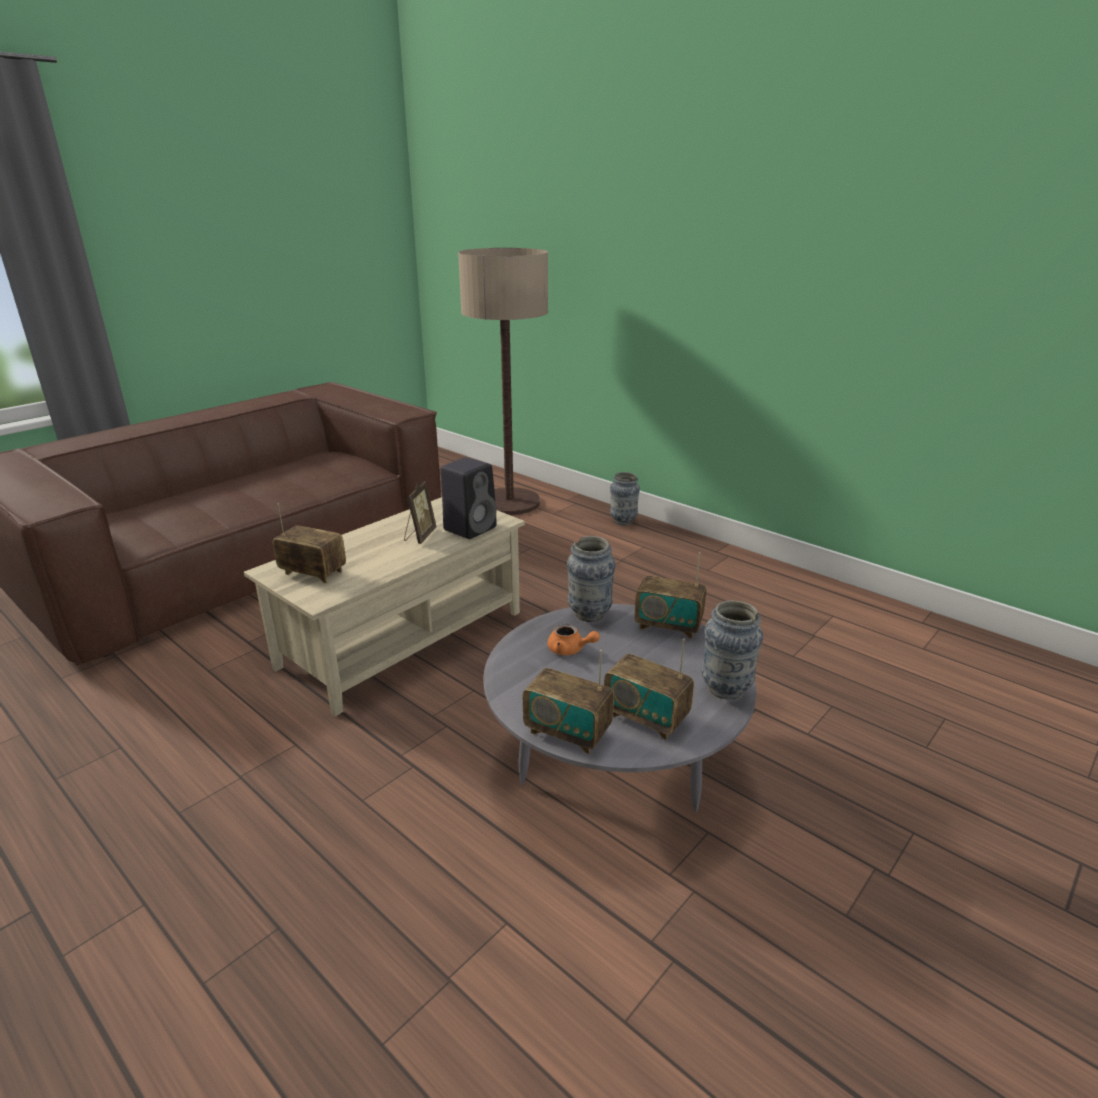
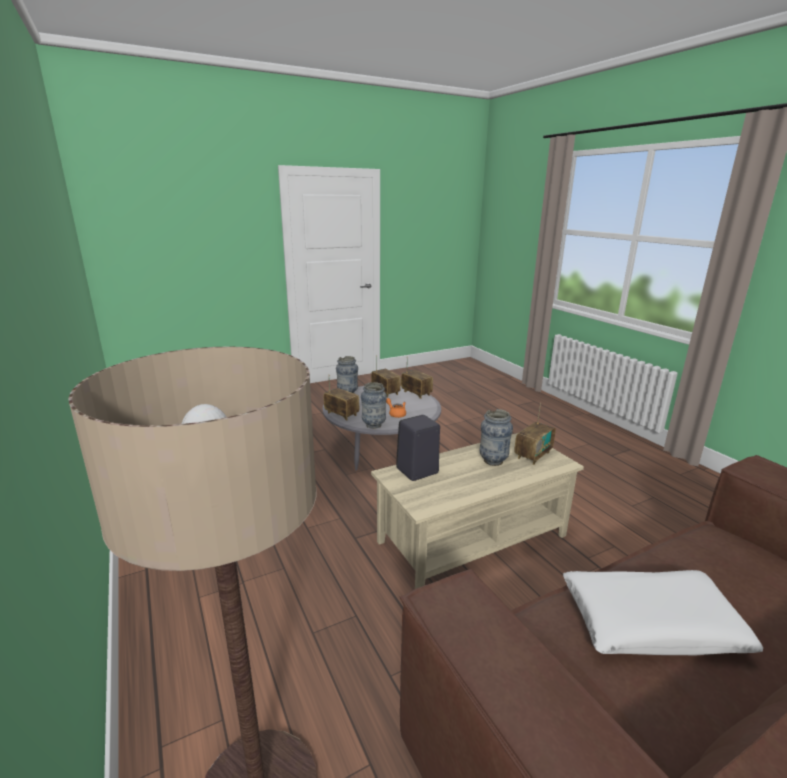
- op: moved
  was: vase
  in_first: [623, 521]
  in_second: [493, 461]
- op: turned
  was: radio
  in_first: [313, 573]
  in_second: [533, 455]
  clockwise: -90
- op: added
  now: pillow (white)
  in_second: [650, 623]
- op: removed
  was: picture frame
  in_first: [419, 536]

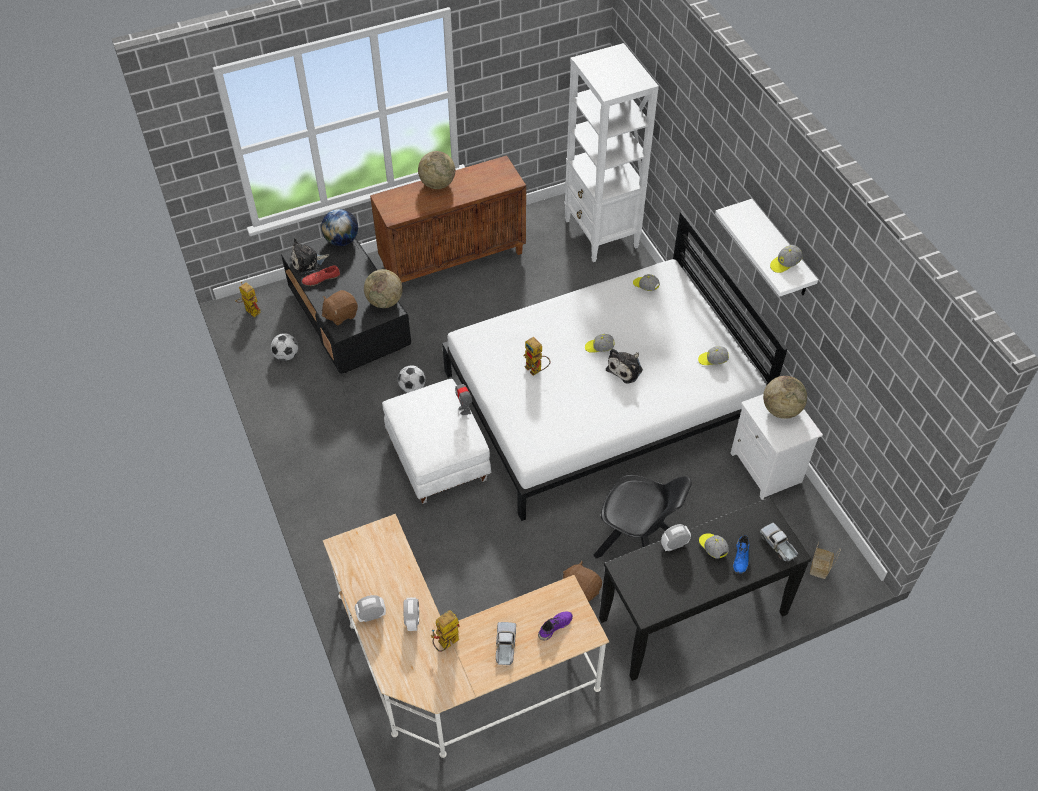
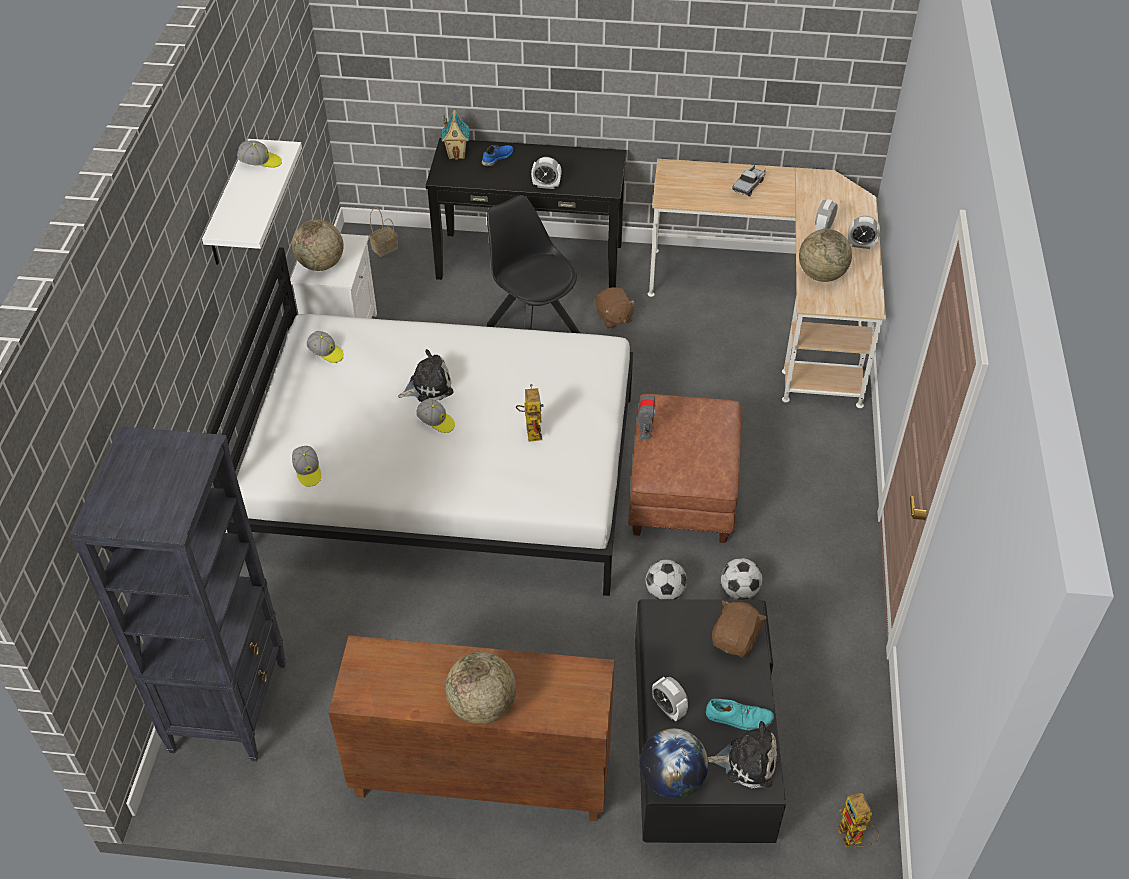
- op: recoloured
  was: bookcase (white)
  now: bookcase (black)
  in_first: [601, 234]
  in_second: [230, 705]
- op: replaced
  was: toy truck
  now: toy house
  in_first: [778, 545]
  in_second: [457, 154]
- op: recoloured
  was: ottoman (white)
  now: ottoman (brown)
  in_first: [439, 458]
  in_second: [681, 492]
- op: added
  now: alarm clock
  in_second: [668, 708]
- op: recoloured
  was: shoe (red)
  now: shoe (turquoise)
  in_first: [321, 279]
  in_second: [739, 718]
- op: turned
  was: plush toy (brown)
  in_first: [340, 314]
  in_second: [736, 640]
  clockwise: -60
- op: moved
  was: football
  in_first: [286, 355]
  in_second: [739, 591]
- op: moved
  was: globe
  in_first: [385, 301]
  in_second: [821, 275]
- op: removed
  was: toy robot
  in_first: [446, 644]
- op: removed
  was: shoe (purple)
  in_first: [554, 626]
- op: removed
  was: cap
  in_first: [712, 548]

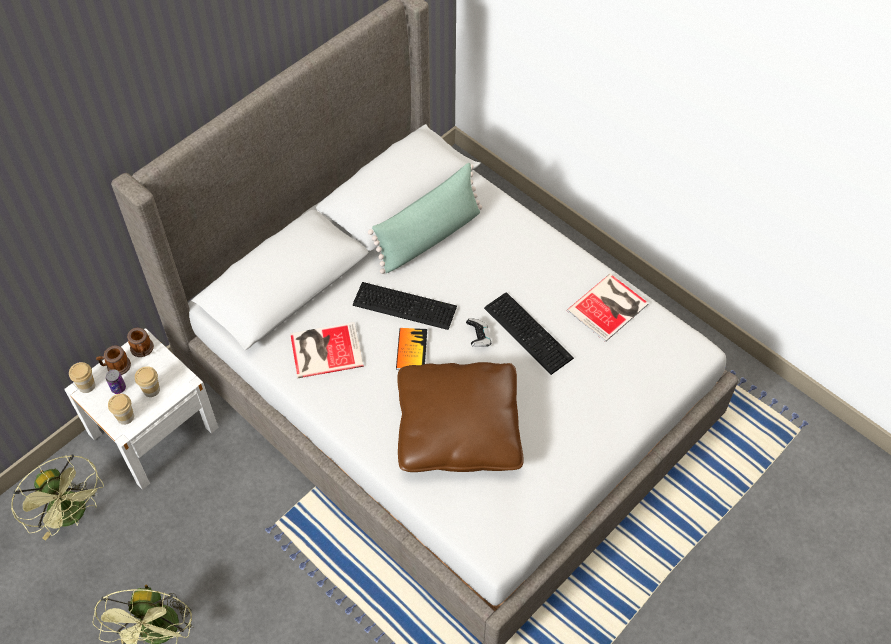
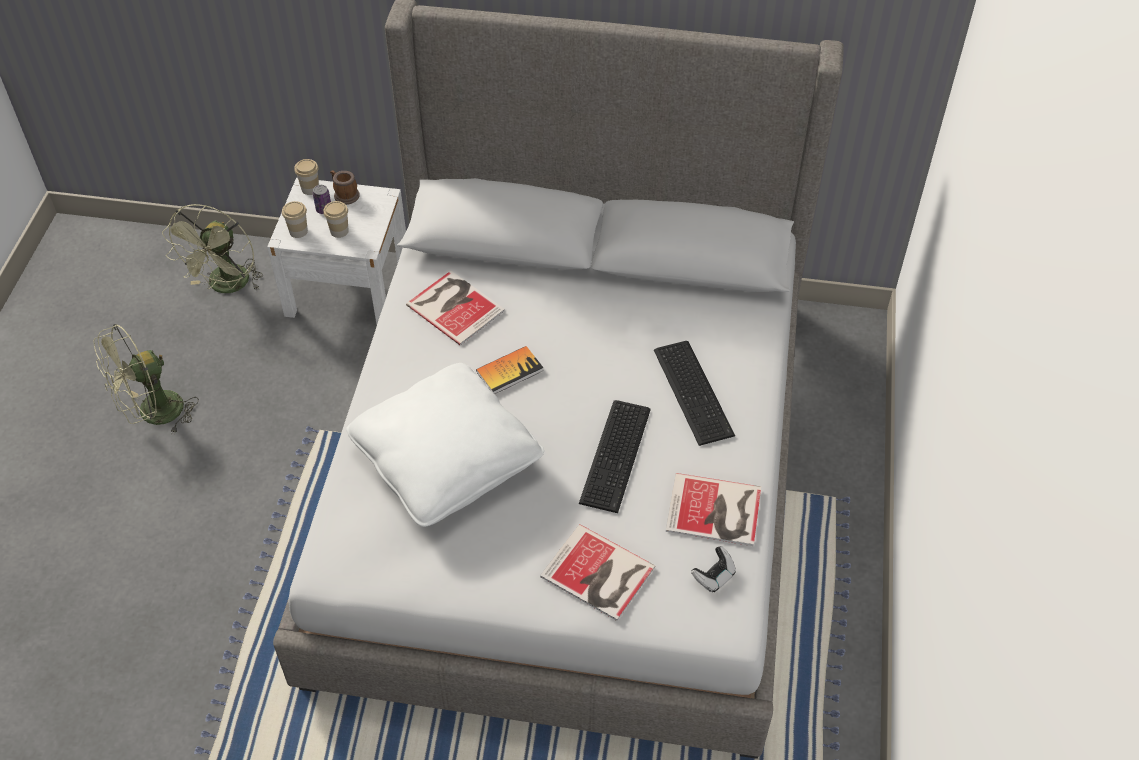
- op: recoloured
  was: pillow (brown)
  now: pillow (white)
  in_first: [458, 428]
  in_second: [446, 459]
- op: added
  now: book
  in_second: [599, 575]
- op: moved
  was: keyboard
  in_first: [404, 304]
  in_second: [694, 390]
- op: moved
  was: game controller
  in_first: [478, 338]
  in_second: [714, 576]
- op: removed
  was: mug
  in_first: [143, 350]
- op: removed
  was: pillow (green)
  in_first: [429, 237]

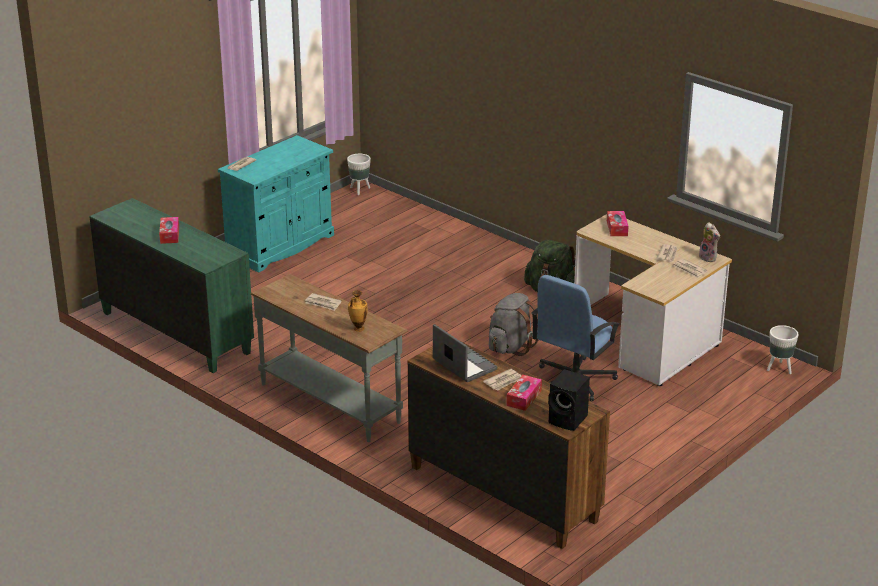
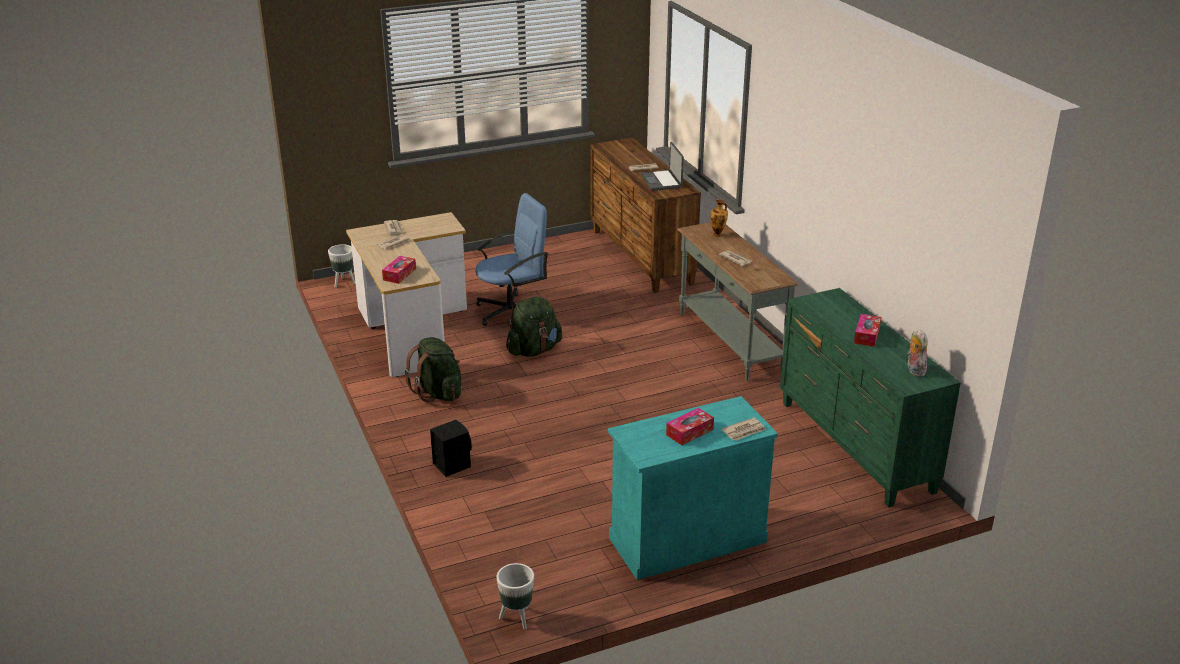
- op: moved
  was: speaker (black)
  in_first: [569, 420]
  in_second: [451, 465]
- op: recoloured
  was: backpack (grey)
  now: backpack (green)
  in_first: [511, 346]
  in_second: [534, 350]
- op: moved
  was: tissue box
  in_first: [524, 398]
  in_second: [689, 432]
- op: moved
  was: plush toy
  in_first: [709, 258]
  in_second: [914, 370]

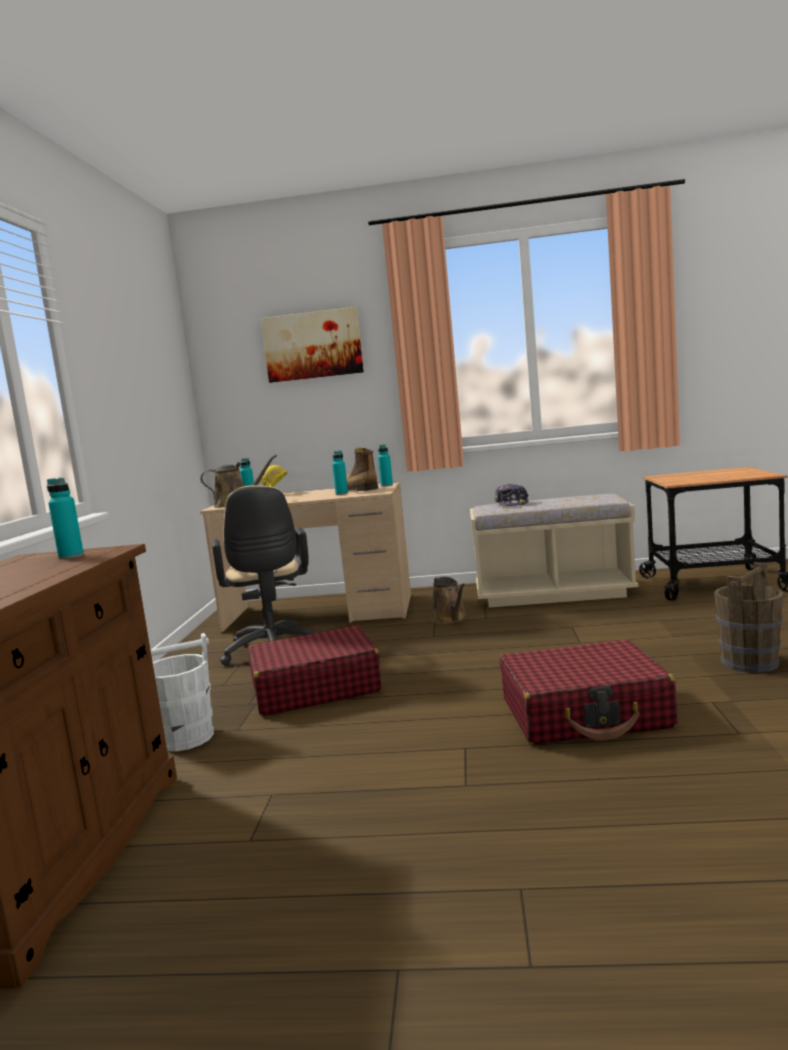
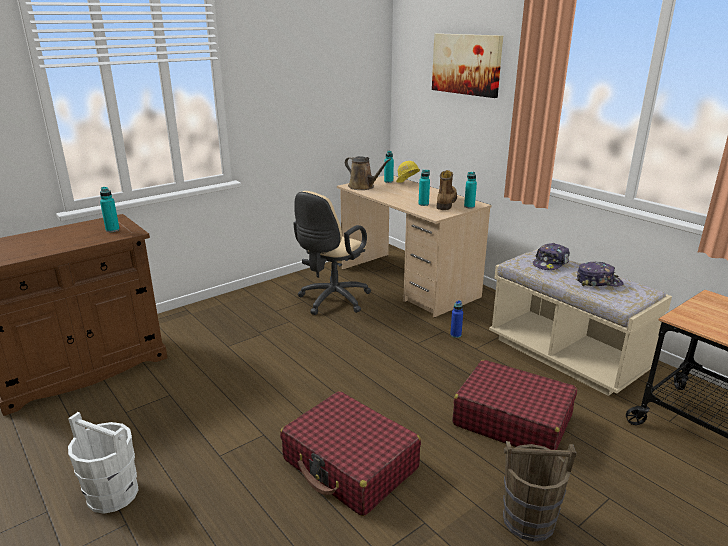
- op: moved
  was: bucket (white)
  in_first: [186, 738]
  in_second: [113, 494]
- op: replaced
  was: watering can (brown)
  now: bottle (blue)
  in_first: [450, 619]
  in_second: [455, 335]
- op: moved
  was: suitcase (red)
  in_first: [314, 688]
  in_second: [512, 420]
- op: added
  now: cap
  in_second: [598, 282]

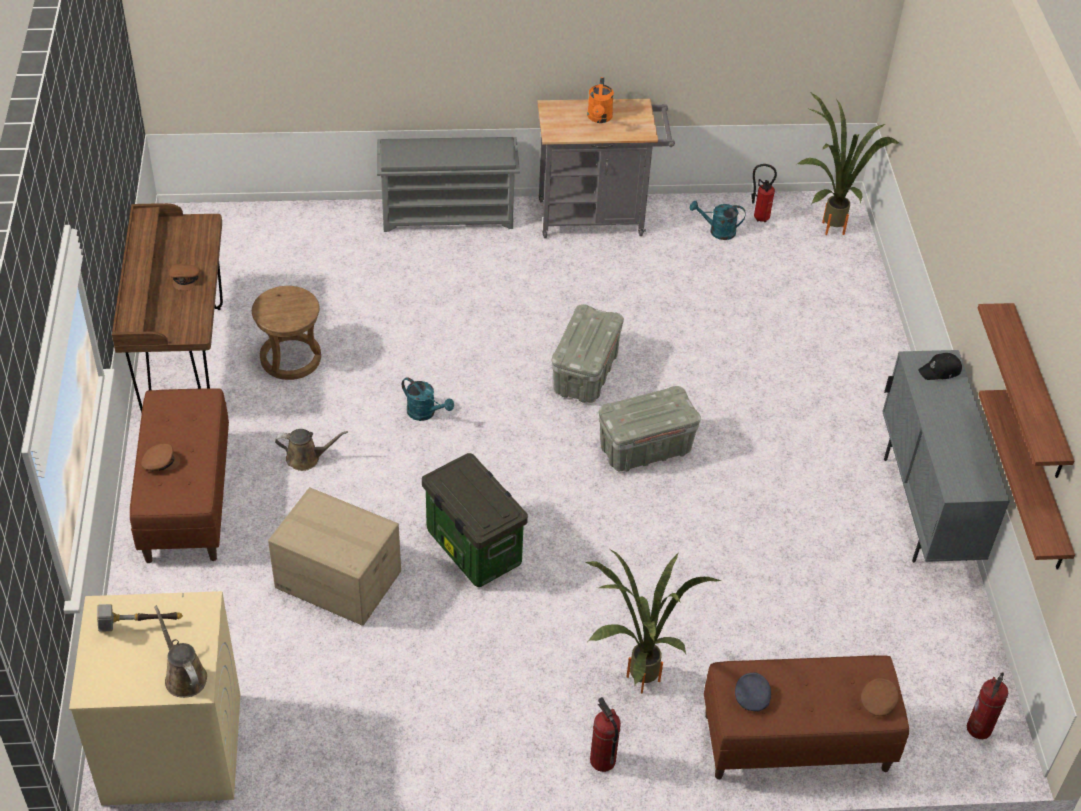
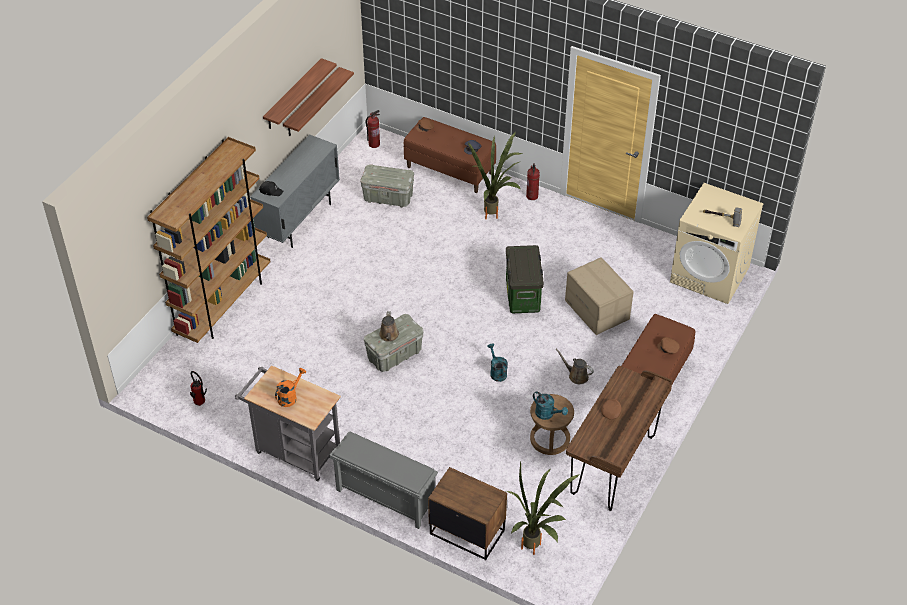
- op: added
  now: bookcase (brown)
  in_second: [223, 304]
- op: moved
  was: storage box (grey)
  in_first: [645, 449]
  in_second: [388, 197]
- op: moved
  was: watering can (brown)
  in_first: [184, 676]
  in_second: [389, 336]
- op: added
  now: nightstand (brown)
  in_second: [467, 531]
- op: moved
  was: potted plant
  in_first: [825, 227]
  in_second: [535, 550]
- op: moved
  was: watering can (turquoise)
  in_first: [717, 231]
  in_second: [547, 414]

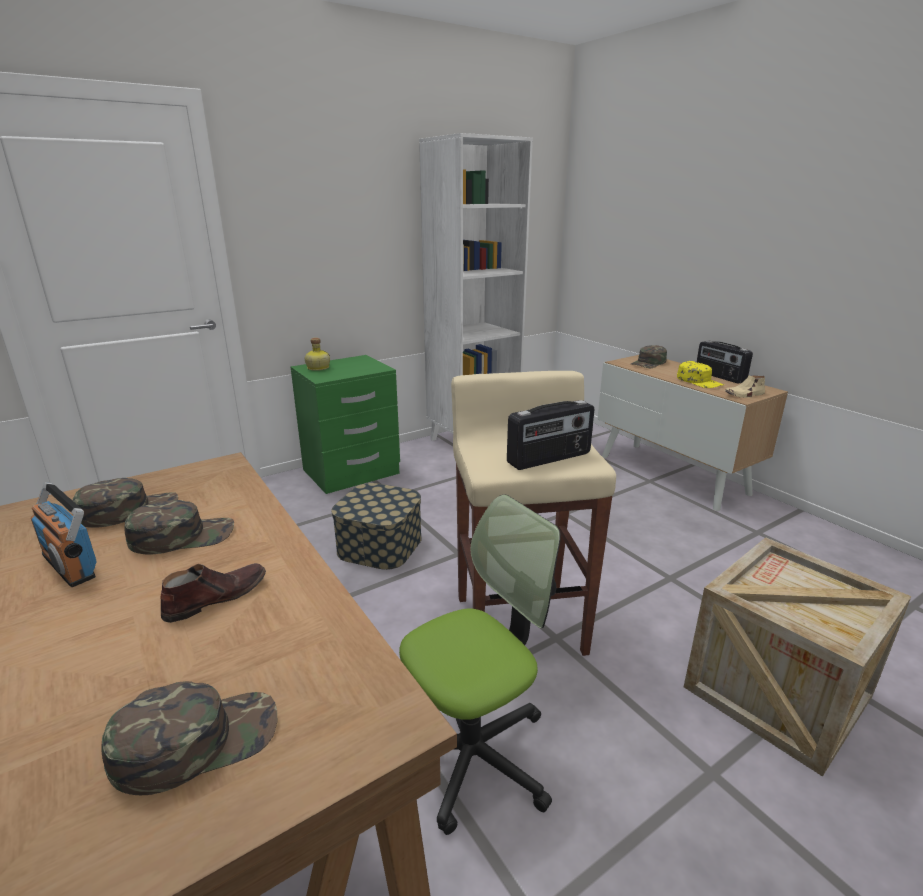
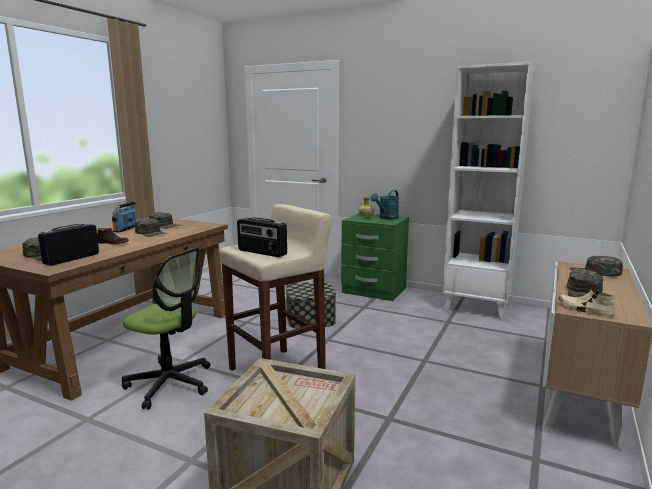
- op: moved
  was: radio
  in_first: [719, 376]
  in_second: [71, 259]
- op: added
  now: watering can (turquoise)
  in_second: [386, 218]
- op: recoloured
  was: cap (yellow)
  now: cap (green)
  in_first: [699, 381]
  in_second: [584, 292]

